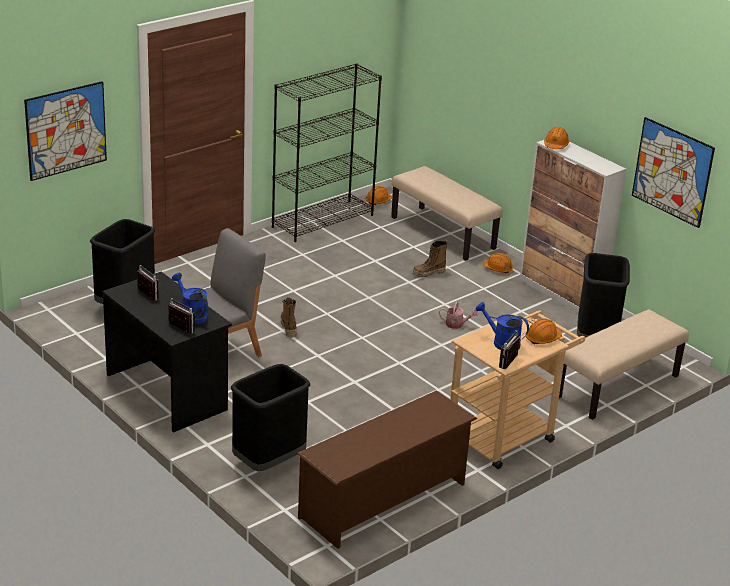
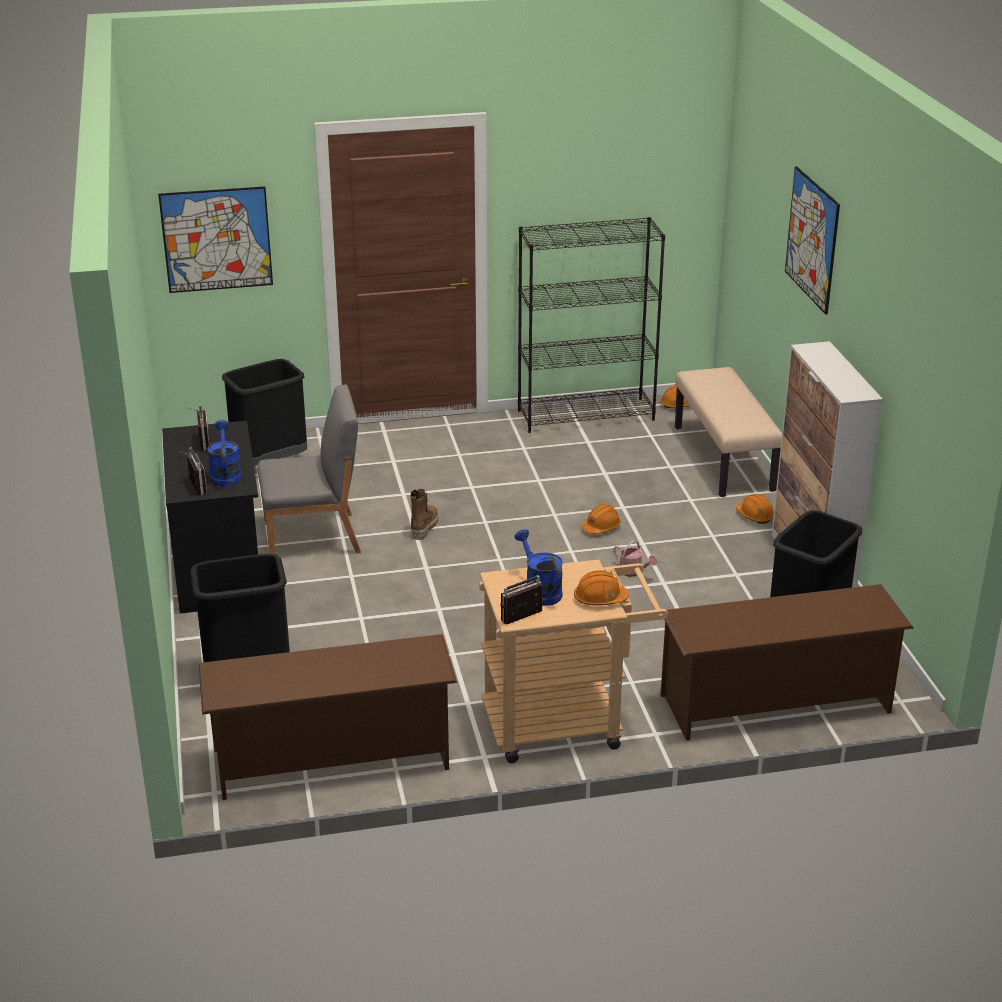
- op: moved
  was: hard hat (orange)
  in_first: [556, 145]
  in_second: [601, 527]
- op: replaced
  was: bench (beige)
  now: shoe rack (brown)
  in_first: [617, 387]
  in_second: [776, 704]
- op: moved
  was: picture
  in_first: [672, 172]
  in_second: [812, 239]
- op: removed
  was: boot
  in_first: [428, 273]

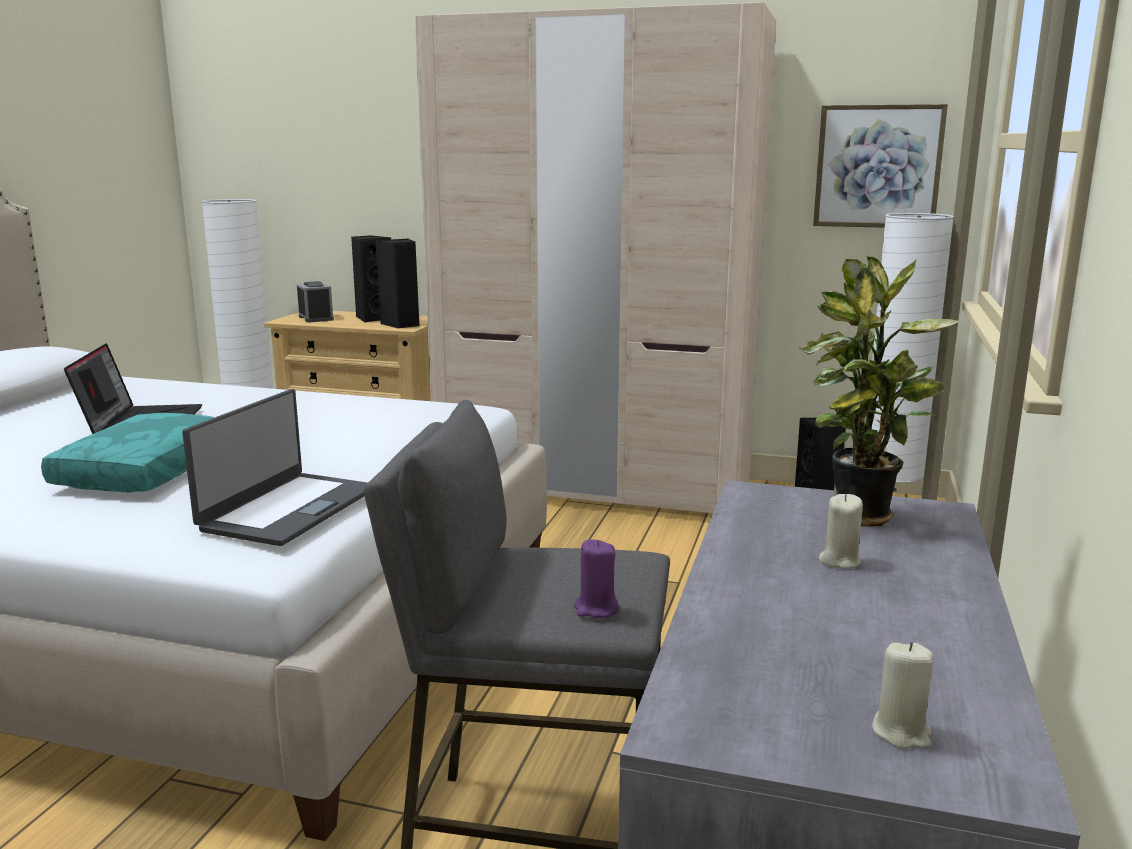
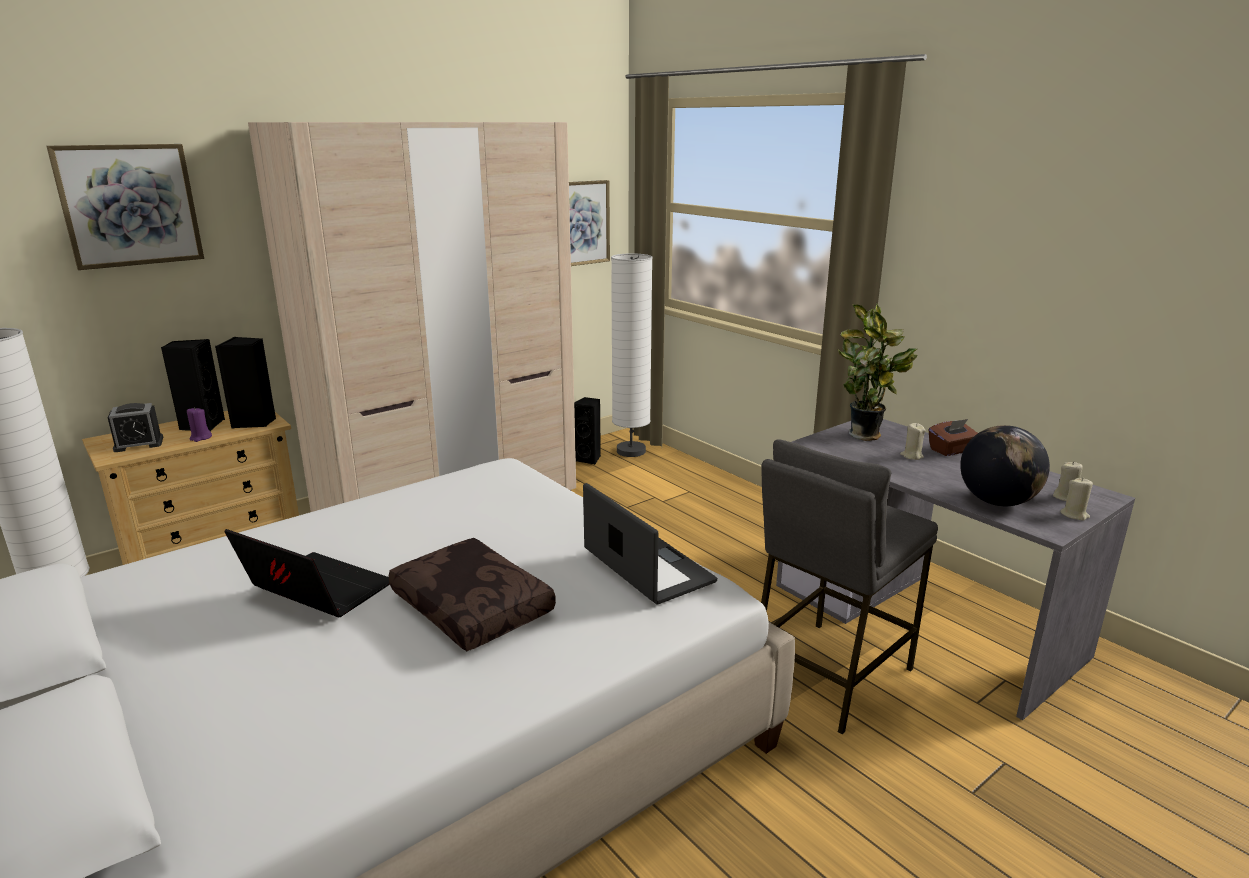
- op: added
  now: picture
  in_second: [129, 205]
- op: turned
  was: alarm clock
  in_first: [316, 318]
  in_second: [139, 444]
  clockwise: 150
- op: moved
  was: candle (purple)
  in_first: [596, 609]
  in_second: [200, 438]
- op: recoloured
  was: pillow (turquoise)
  now: pillow (brown)
  in_first: [149, 472]
  in_second: [474, 607]
- op: added
  now: tissue box (brown)
  in_second: [951, 450]
- op: added
  now: globe
  in_second: [997, 502]
- op: added
  now: candle (beige)
  in_second: [1074, 515]

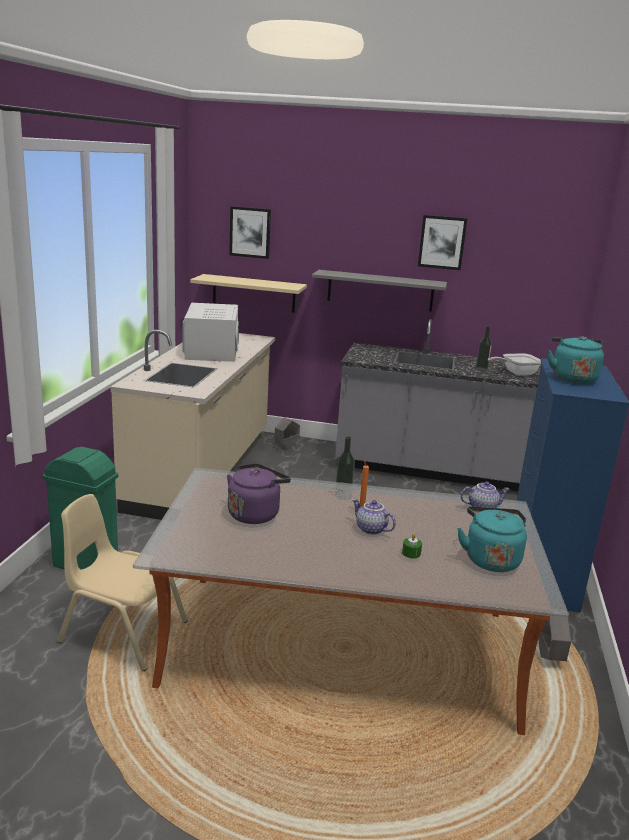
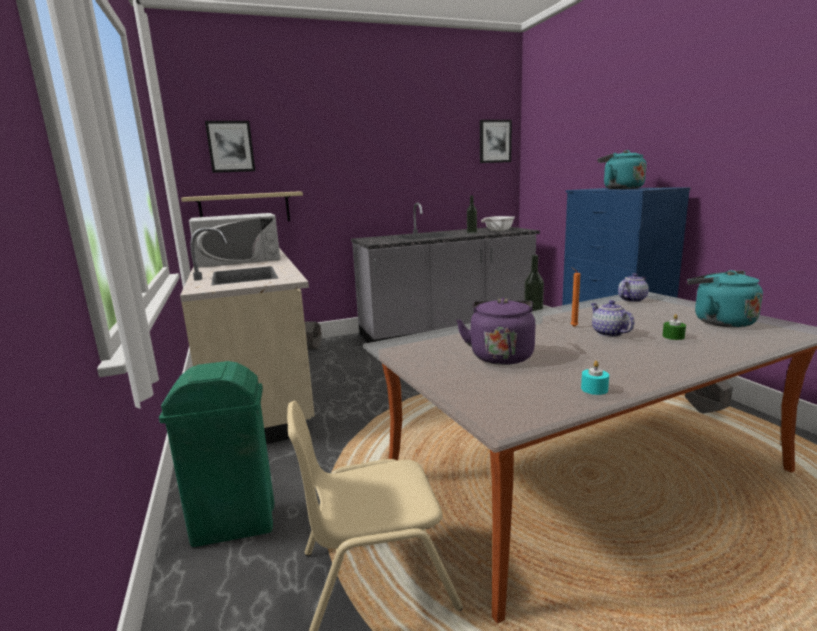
- op: turned
  was: microwave (white)
  in_first: [212, 350]
  in_second: [239, 260]
  clockwise: 105
- op: moved
  was: picture
  in_first: [442, 242]
  in_second: [495, 141]
- op: added
  now: candle (turquoise)
  in_second: [594, 389]
- op: turned
  was: teapot
  in_first: [370, 529]
  in_second: [608, 333]
  clockwise: 60
- op: removed
  was: shelf (grey)
  in_first: [380, 290]

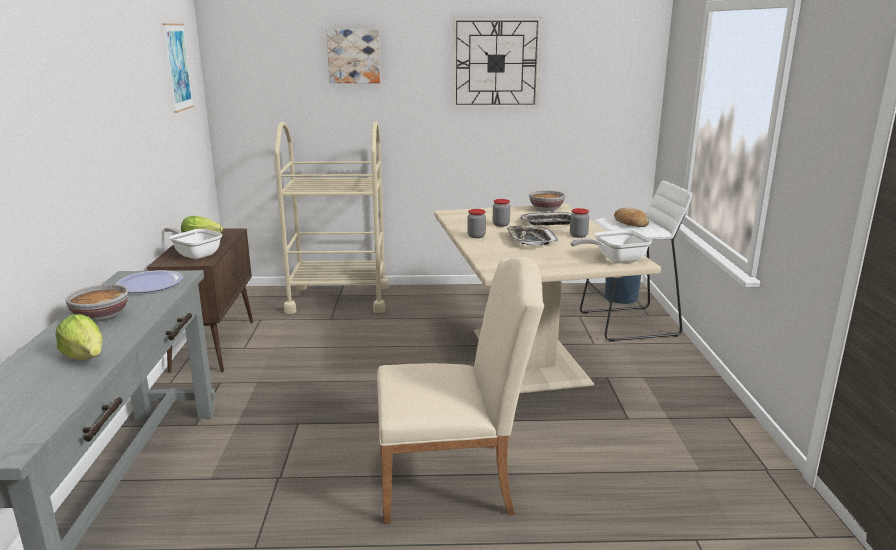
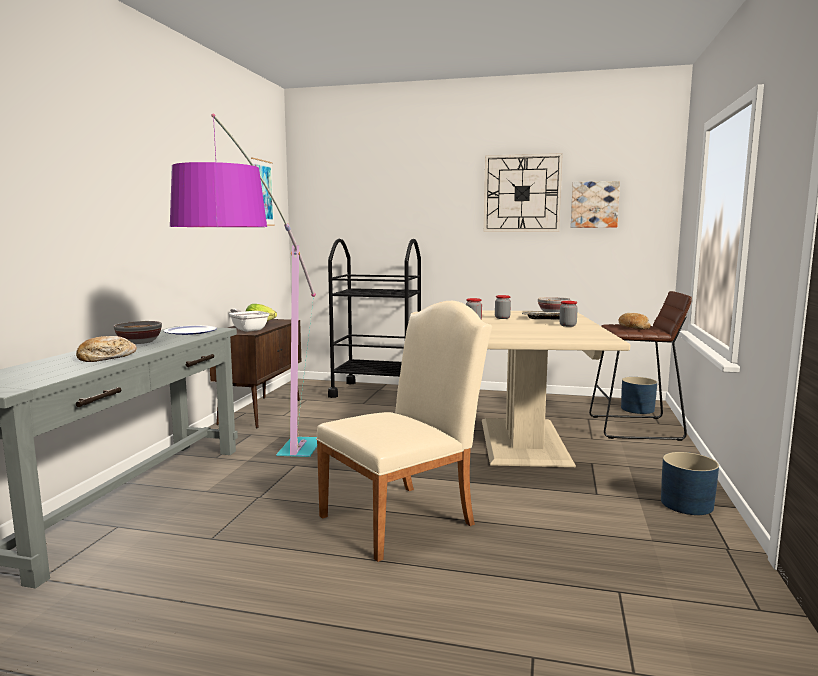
- op: replaced
  was: lettuce
  now: bread
  in_first: [85, 356]
  in_second: [106, 357]
- op: added
  now: floor lamp
  in_second: [269, 485]
- op: turned
  was: chair (beige)
  in_first: [455, 480]
  in_second: [405, 517]
  clockwise: -45
- op: recoloured
  was: cart (beige)
  now: cart (black)
  in_first: [339, 299]
  in_second: [377, 392]
- op: moved
  was: picture
  in_first: [354, 56]
  in_second: [594, 204]
- op: recoloured
  was: stool (white)
  now: stool (brown)
  in_first: [629, 324]
  in_second: [635, 428]
- op: added
  now: planter (blue)
  in_second: [687, 504]
- op: removed
  was: tray
  in_first: [530, 240]
- op: removed
  was: frying pan
  in_first: [615, 260]

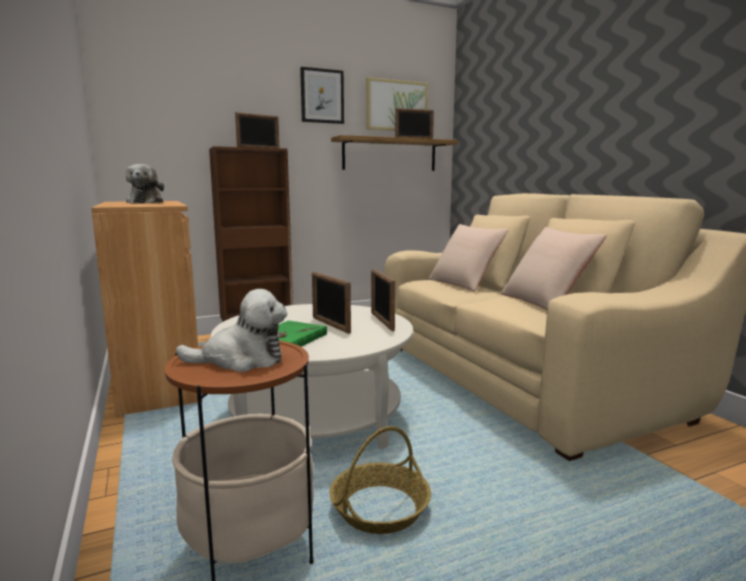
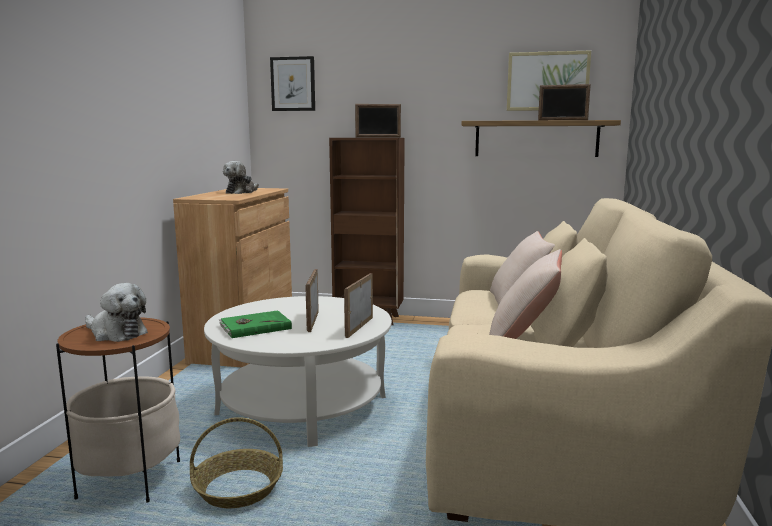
- op: moved
  was: picture
  in_first: [322, 96]
  in_second: [293, 84]

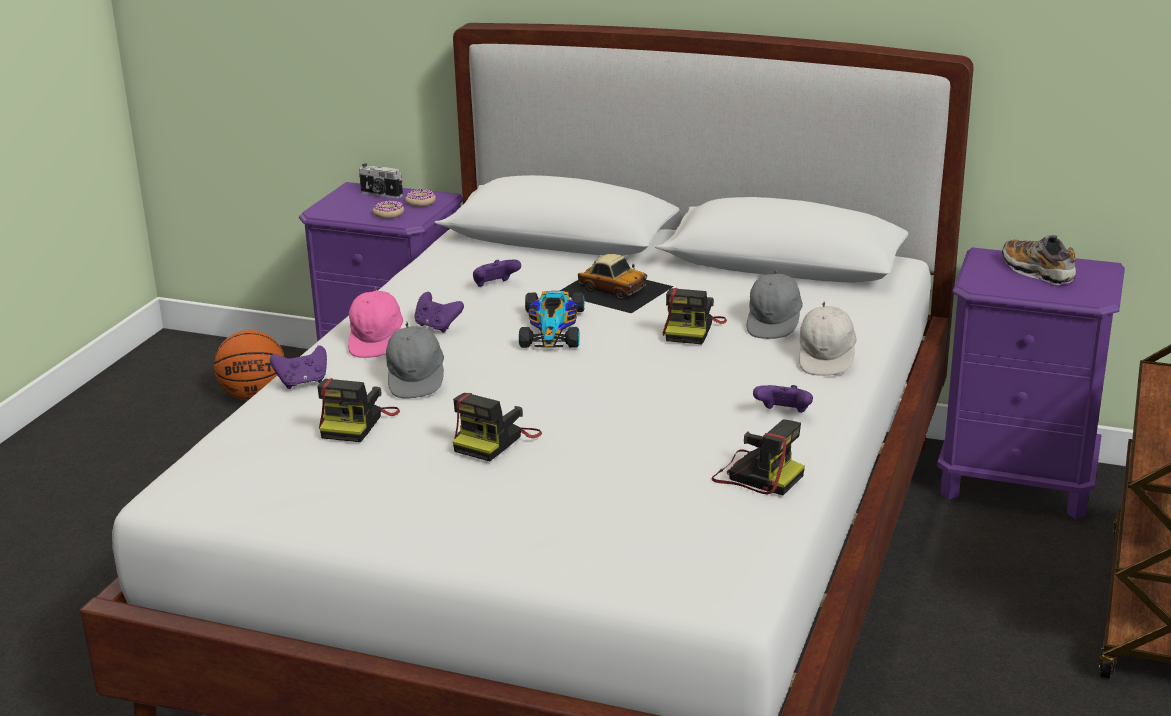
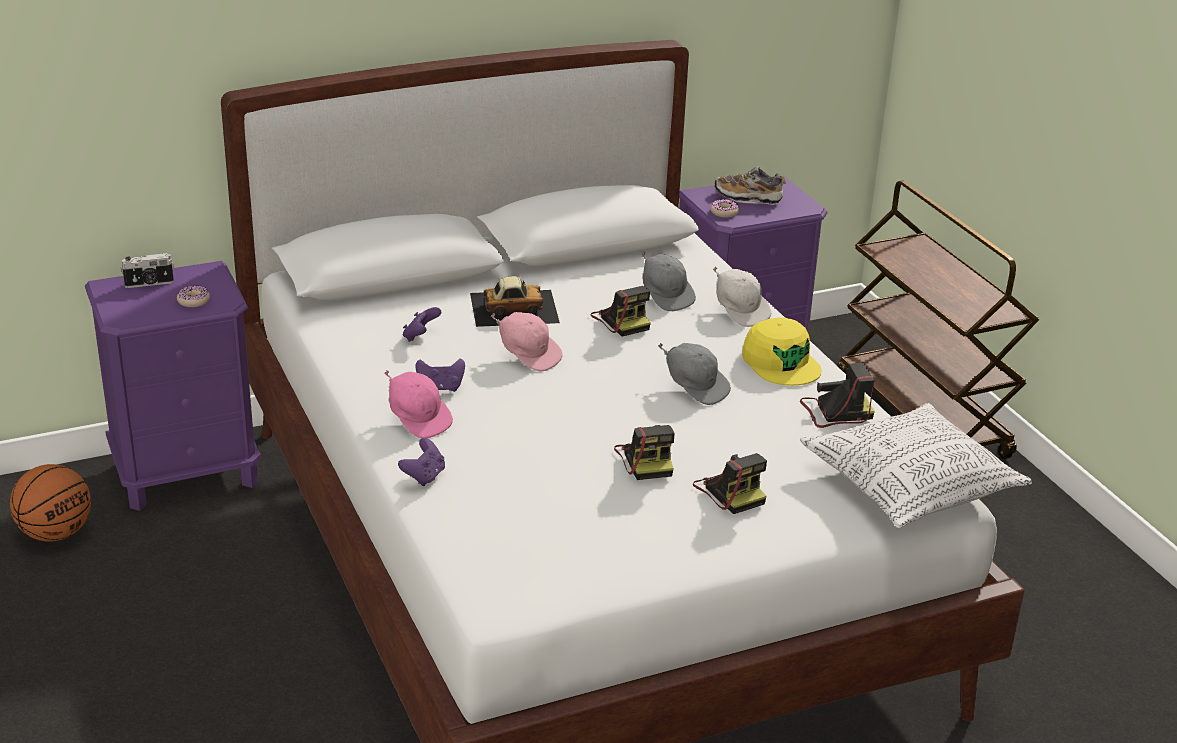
- op: replaced
  was: toy car
  now: cap (pink)
  in_first: [552, 327]
  in_second: [528, 355]
- op: moved
  was: cap (grey)
  in_first: [416, 380]
  in_second: [695, 387]
- op: moved
  was: photo camera
  in_first: [357, 423]
  in_second: [730, 491]
- op: moved
  was: donut
  in_first: [420, 202]
  in_second: [724, 212]
- op: replaced
  was: game controller (purple)
  now: cap (yellow)
  in_first: [783, 414]
  in_second: [781, 362]
- op: added
  now: pillow
  in_second: [910, 486]

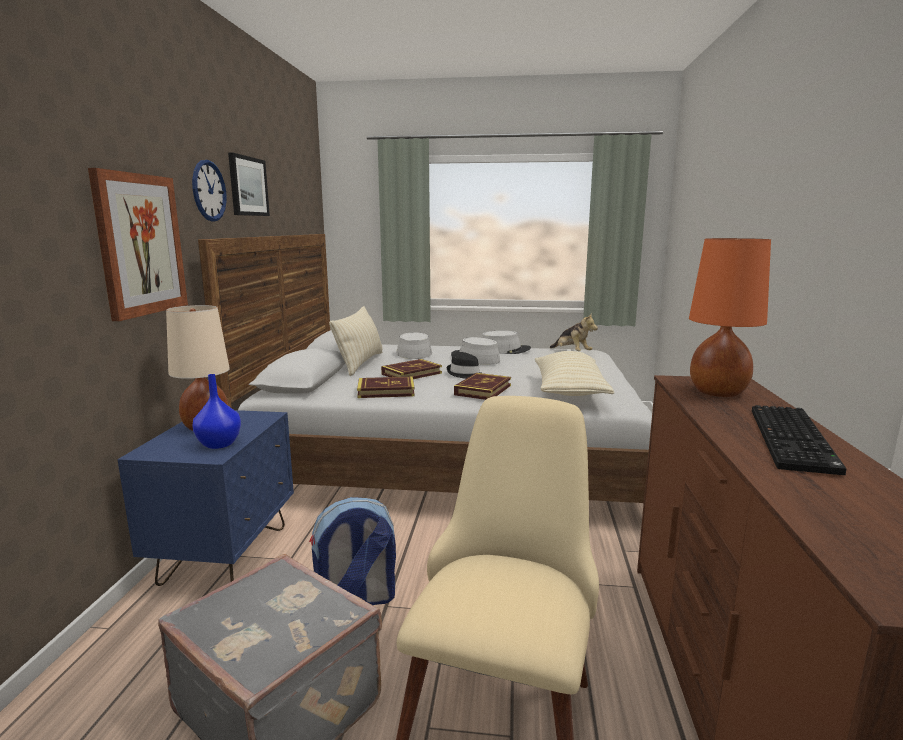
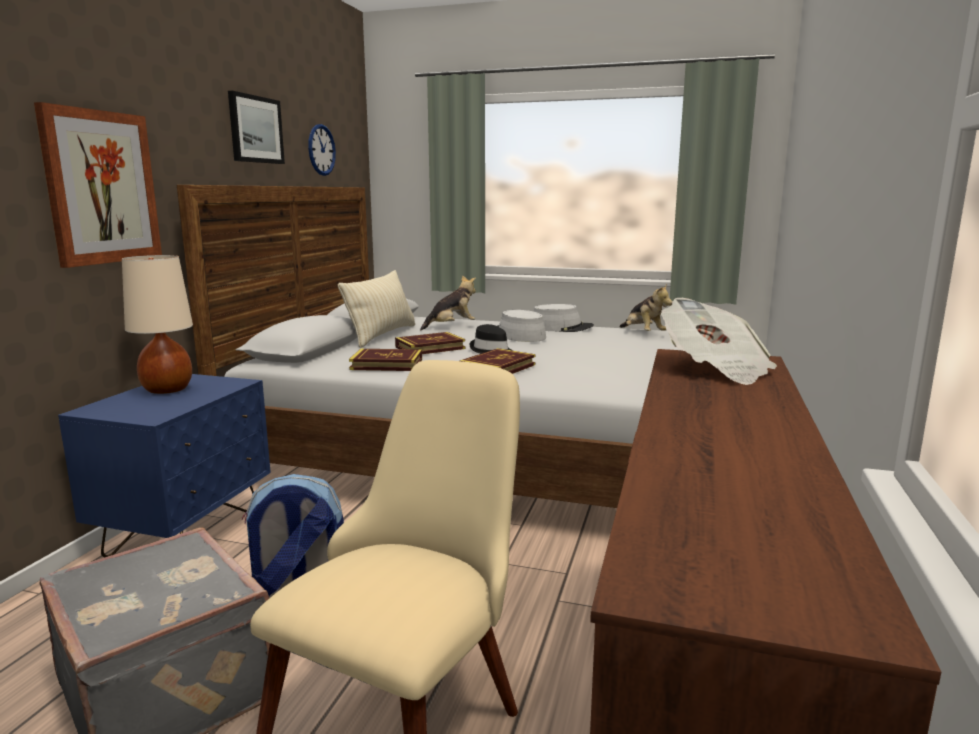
- op: moved
  was: wall clock
  in_first: [209, 191]
  in_second: [321, 150]
- op: replaced
  was: hat (grey)
  now: plush toy
  in_first: [413, 353]
  in_second: [451, 326]
- op: replaced
  was: table lamp (orange)
  now: newspaper
  in_first: [718, 392]
  in_second: [715, 369]
- op: removed
  was: vase (blue)
  in_first: [220, 444]
- op: removed
  was: pillow (beige)
  in_first: [569, 391]
- op: removed
  was: keyboard
  in_first: [794, 440]

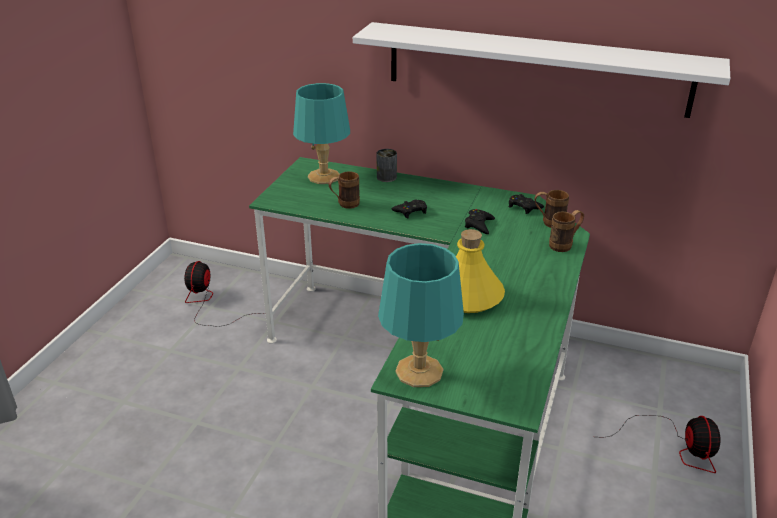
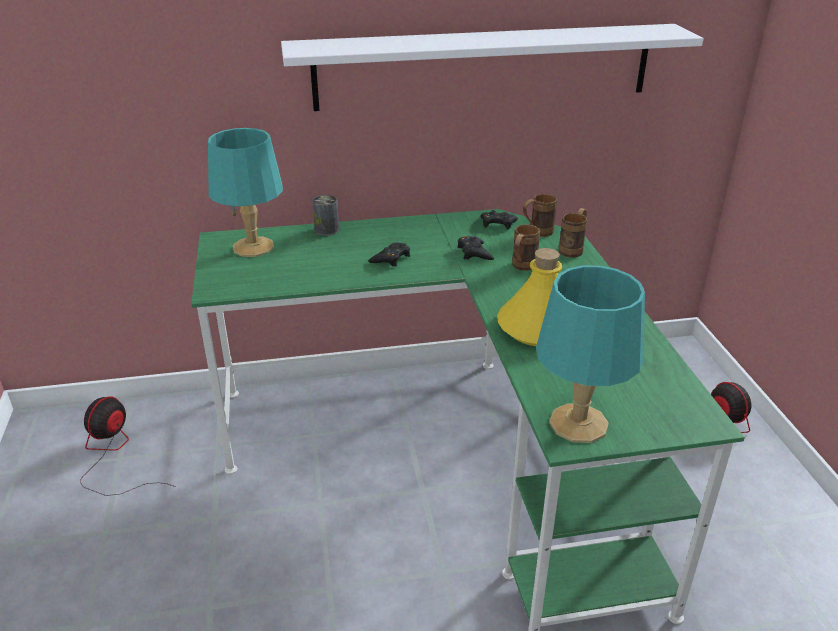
- op: turned
  was: fan
  in_first: [208, 303]
  in_second: [113, 455]
  clockwise: 45
- op: moved
  was: mug (brown)
  in_first: [344, 205]
  in_second: [521, 267]

